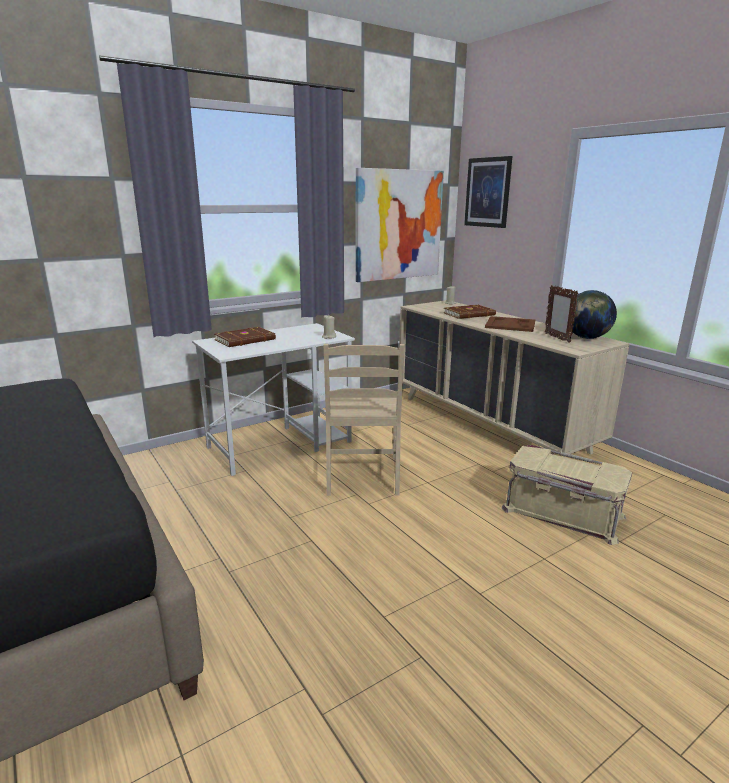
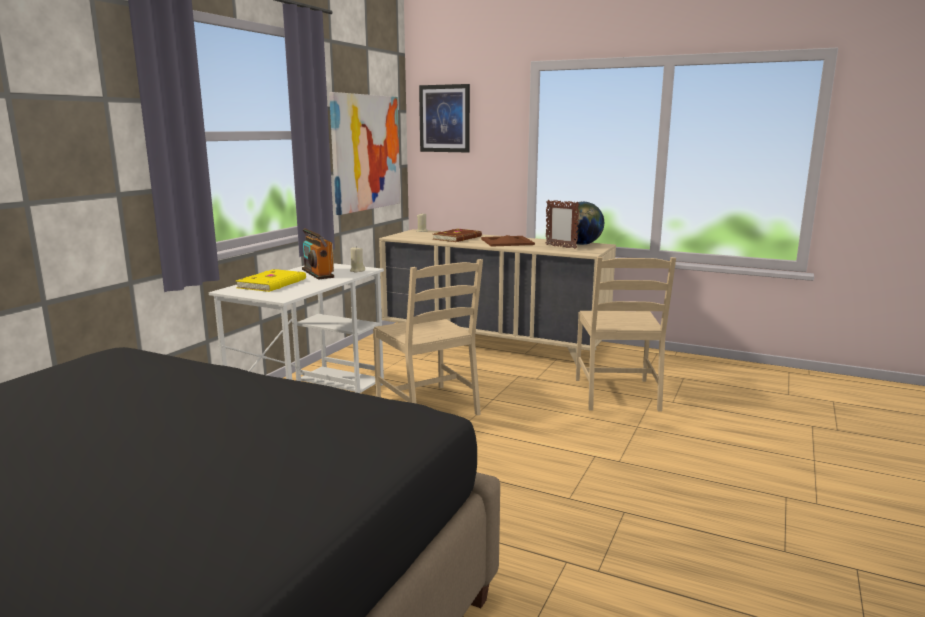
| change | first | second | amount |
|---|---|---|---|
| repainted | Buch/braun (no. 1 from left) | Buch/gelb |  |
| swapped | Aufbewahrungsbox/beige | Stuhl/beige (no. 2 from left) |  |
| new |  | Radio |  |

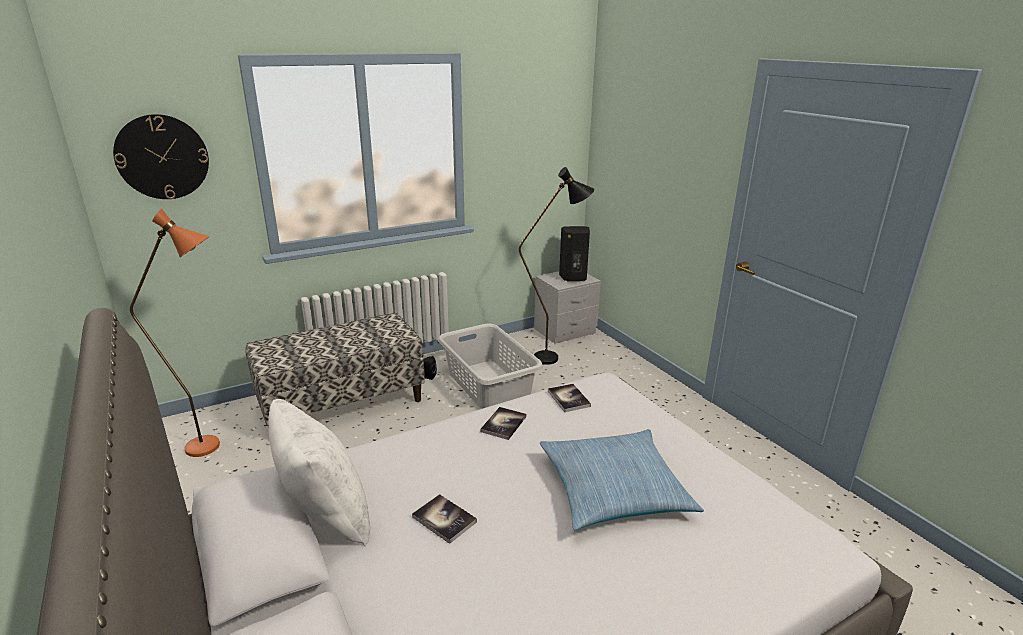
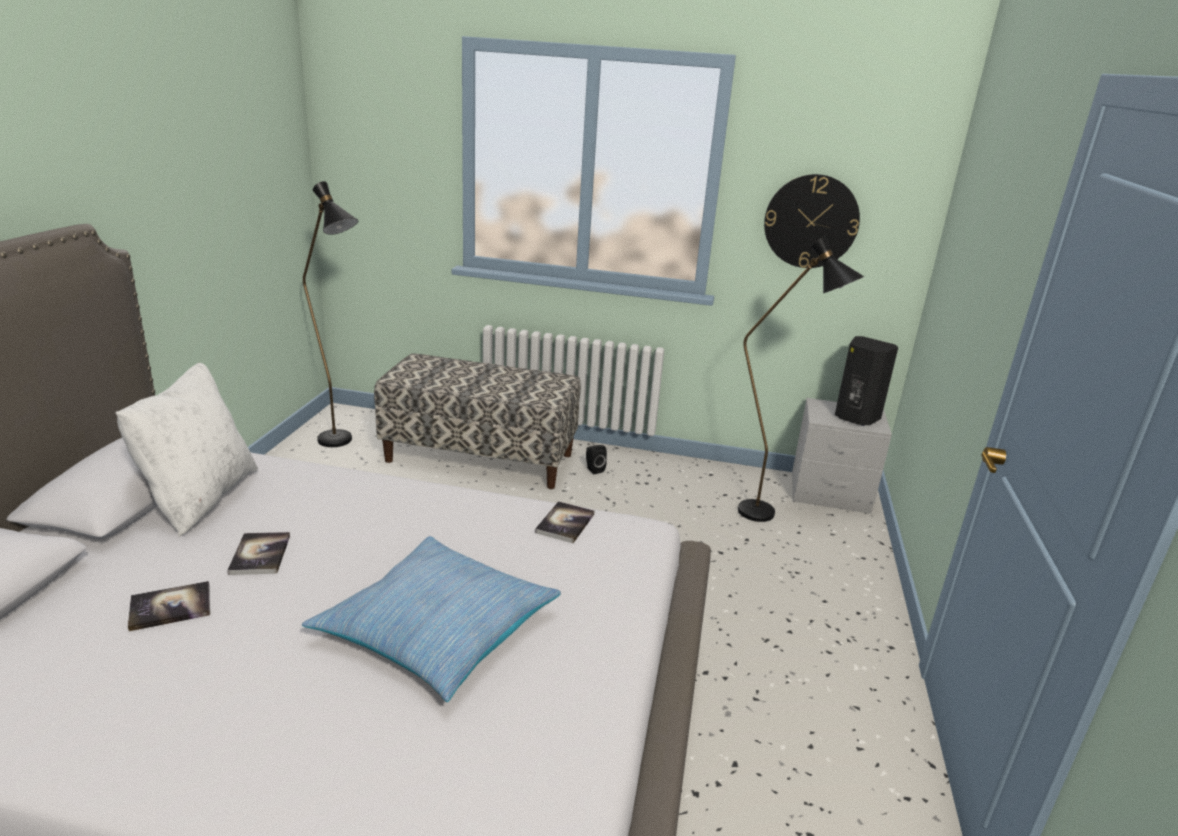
| change | first | second | amount |
|---|---|---|---|
| shifted | Wanduhr |  |  |
| repainted | Stehlampe/orange | Stehlampe/schwarz (no. 1 from left) |  |
| gone | Wäschekorb/grau |  |  |
| shifted | Buch (no. 2 from left in the first image) | Buch (no. 1 from left) |  |

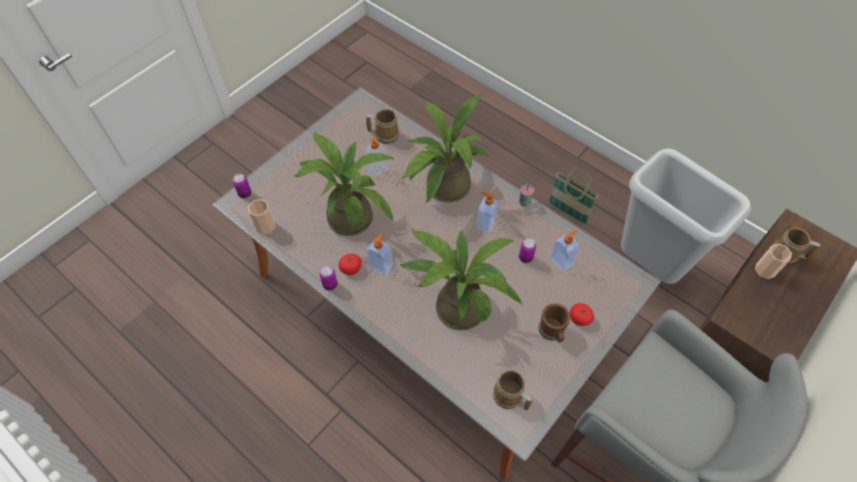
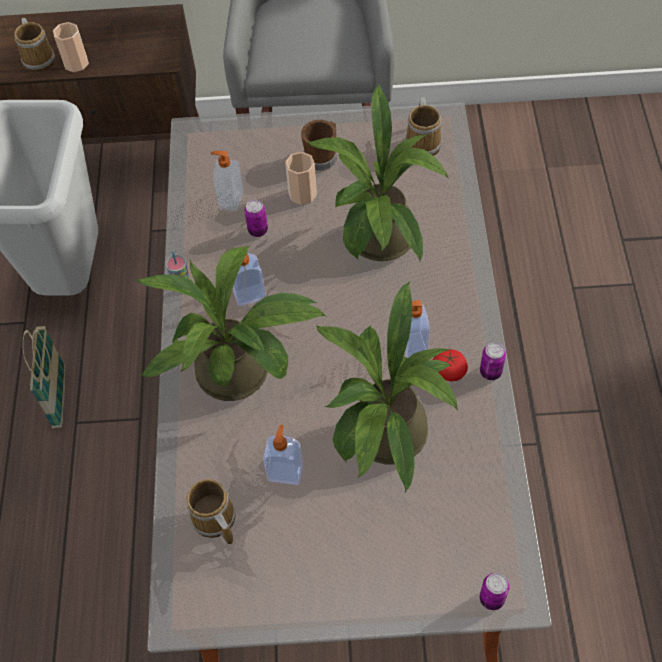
| change | first | second | amount |
|---|---|---|---|
| shifted | Tasse (no. 1 from left in the first image) | Tasse (no. 3 from left) |  |
| gone | Tomate (no. 2 from left) |  |  |

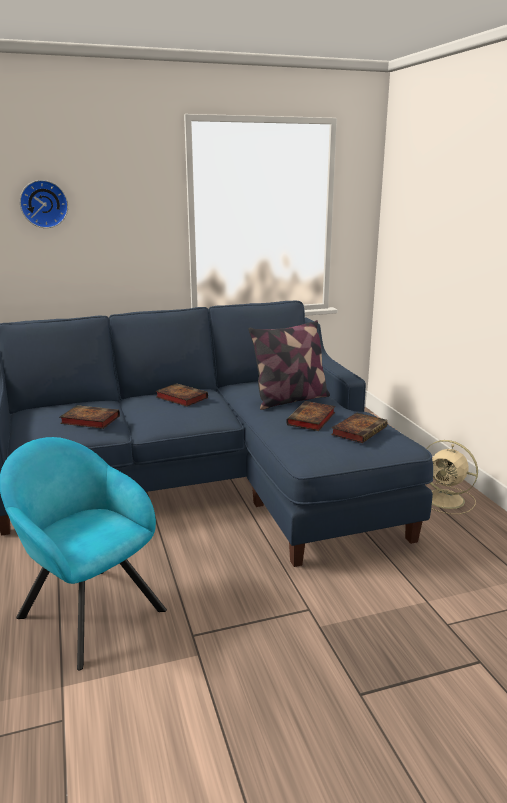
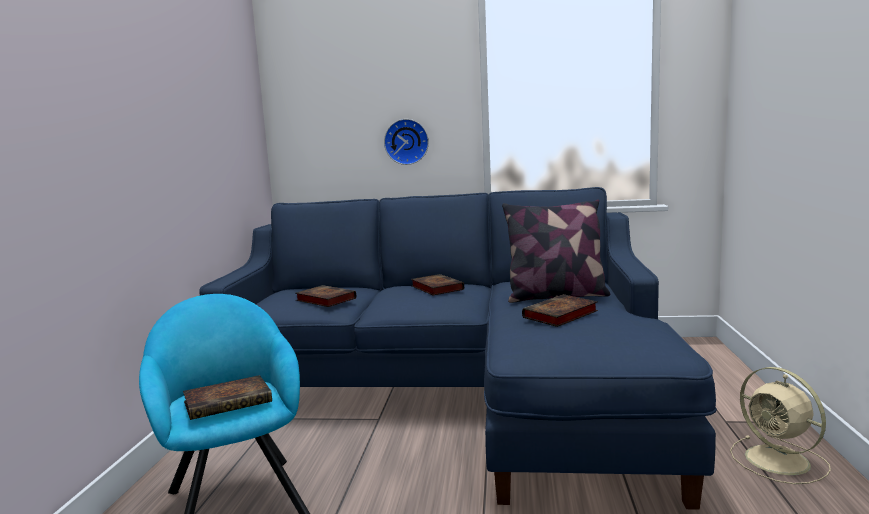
| change | first | second | amount |
|---|---|---|---|
| shifted | Wanduhr |  |  |
| shifted | Buch (no. 4 from left in the first image) | Buch (no. 1 from left) |  |

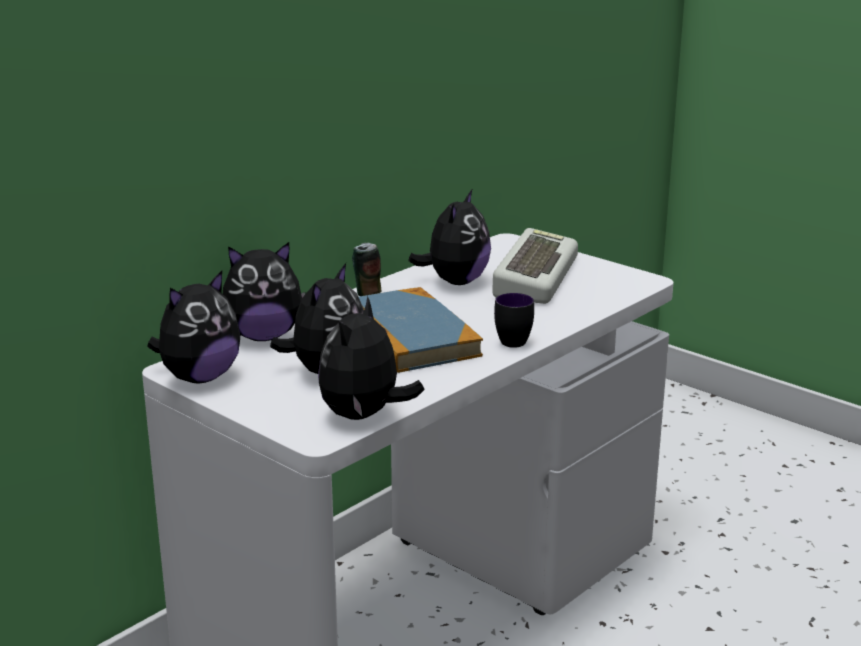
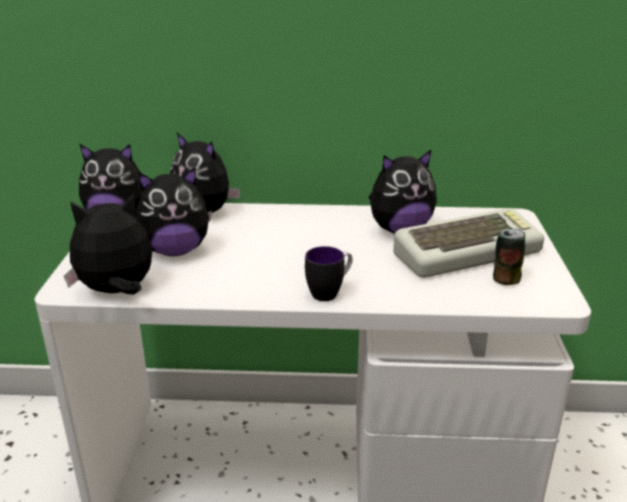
| change | first | second | amount |
|---|---|---|---|
| shifted | Dose |  |  |
| gone | Buch |  |  |

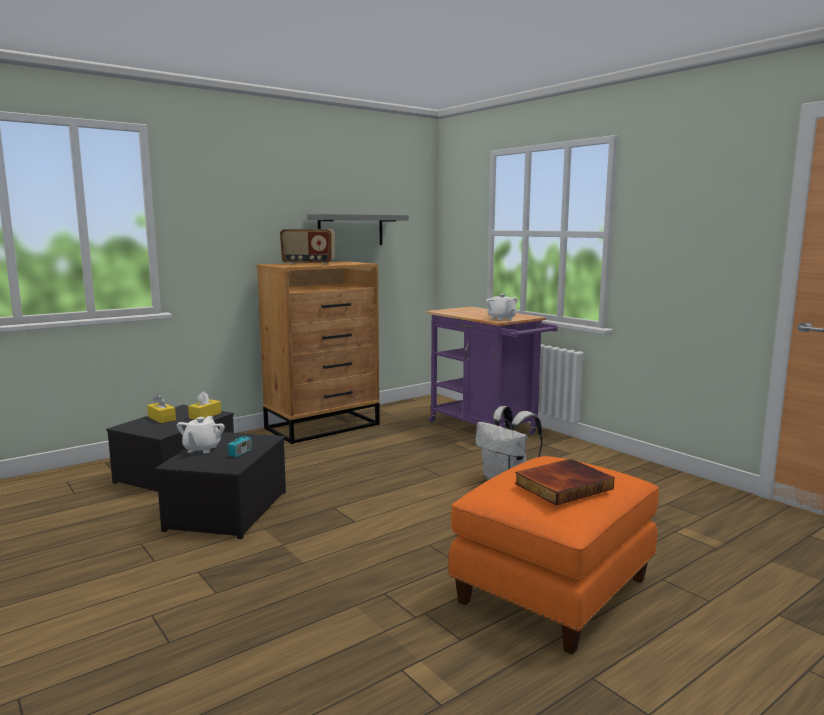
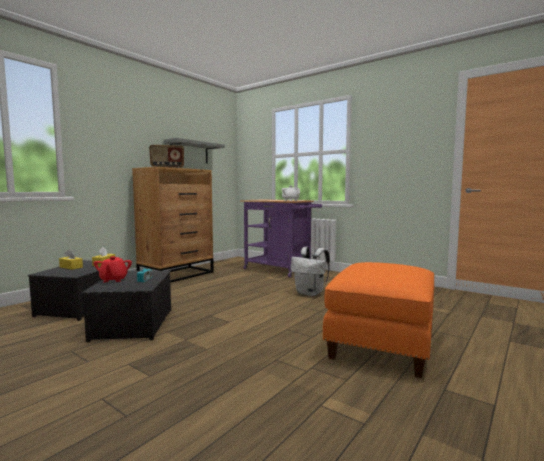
| change | first | second | amount |
|---|---|---|---|
| repainted | Teekanne/weiß (no. 1 from left) | Teekanne/rot |  |
| gone | Buch |  |  |

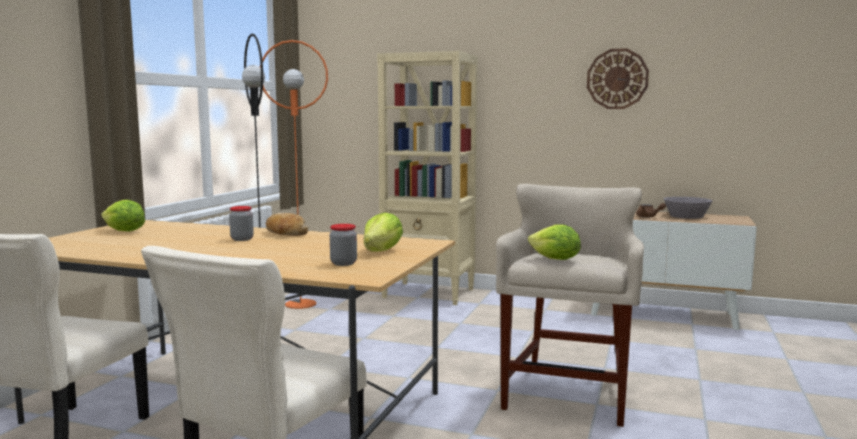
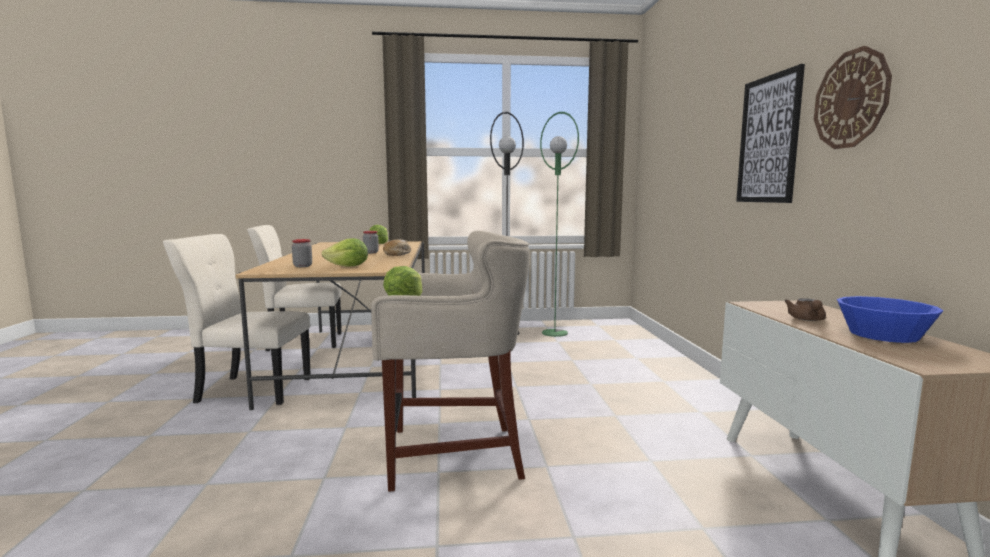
| change | first | second | amount |
|---|---|---|---|
| repainted | Stehlampe/orange | Stehlampe/grün |  |
| gone | Bücherregal/beige |  |  |
| repainted | Schüssel/grau | Schüssel/blau |  |
| new |  | Bild |  |

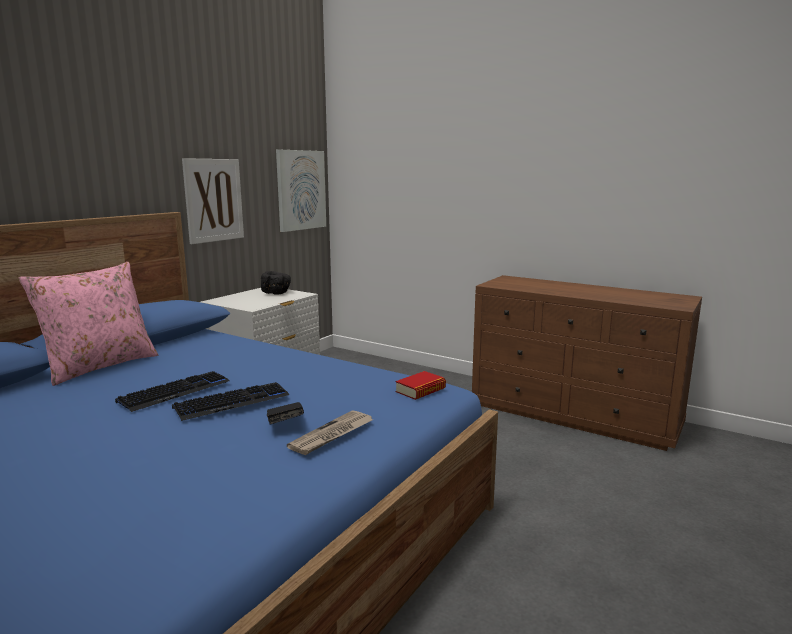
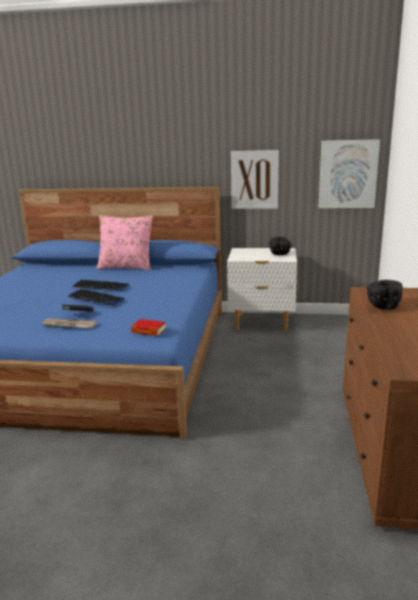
| change | first | second | amount |
|---|---|---|---|
| new |  | Schüssel/schwarz (no. 2 from left) |  |

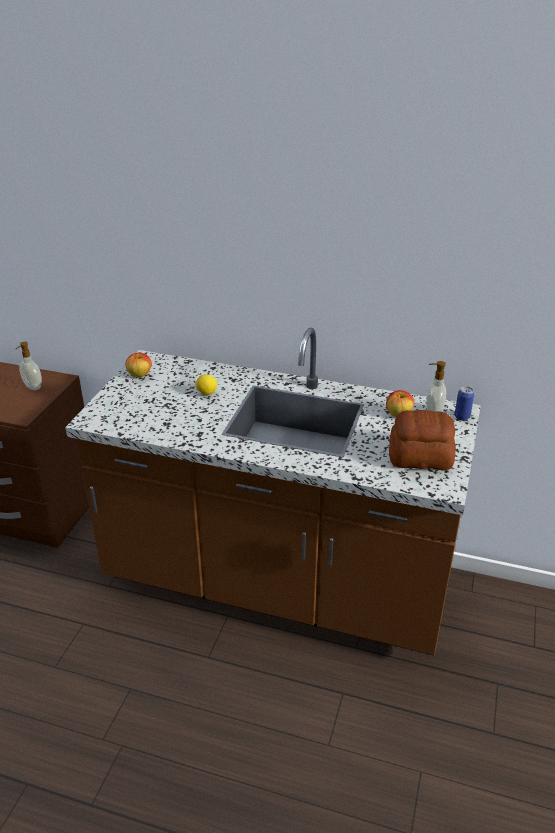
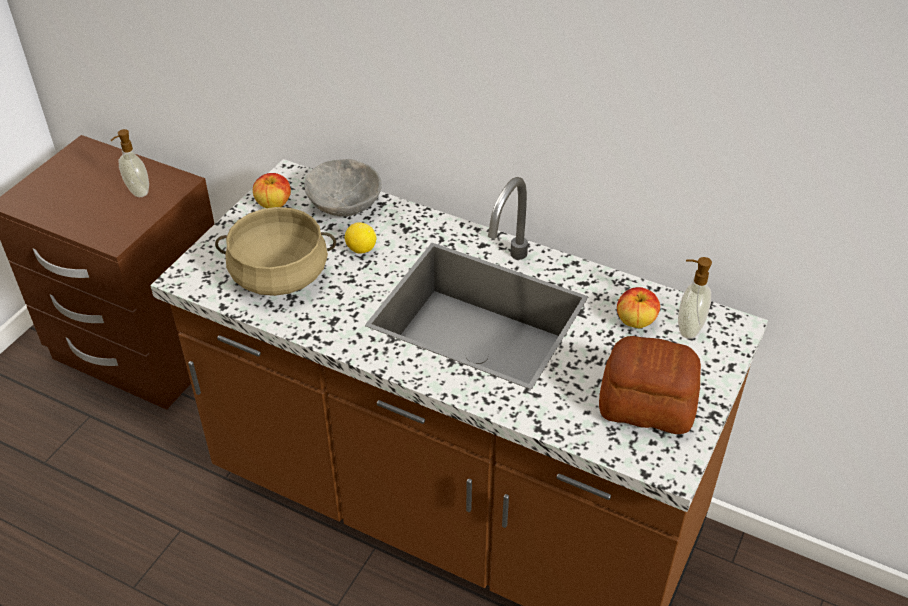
| change | first | second | amount |
|---|---|---|---|
| gone | Dose |  |  |
| new |  | Schüssel/grau |  |
| new |  | Kochtopf/beige |  |

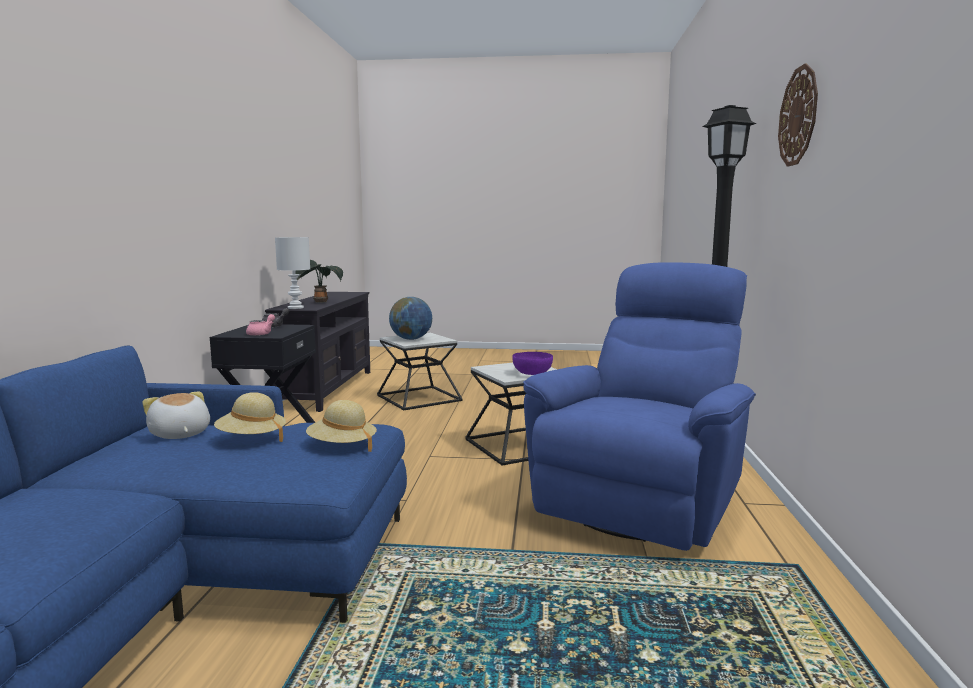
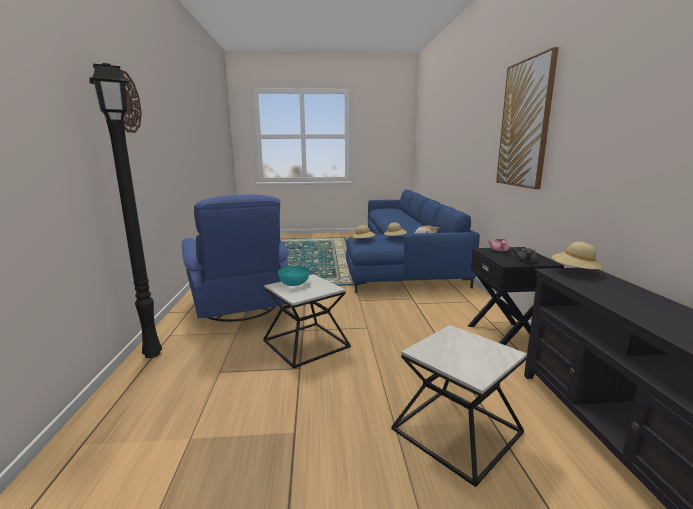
| change | first | second | amount |
|---|---|---|---|
| swapped | Tischlampe/weiß | Hut/beige (no. 3 from left) |  |
| gone | Topfpflanze |  |  |
| rotated | Sessel/blau |  | 45 degrees counterclockwise |
| gone | Globus |  |  |
| repainted | Schüssel/lila | Schüssel/türkis |  |
| new |  | Bild |  |

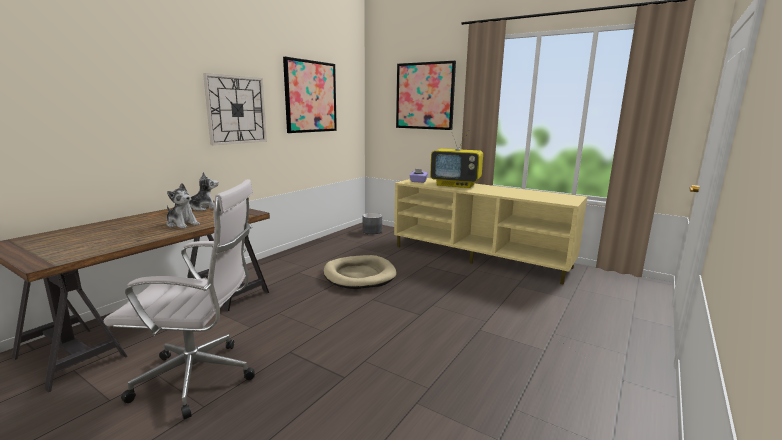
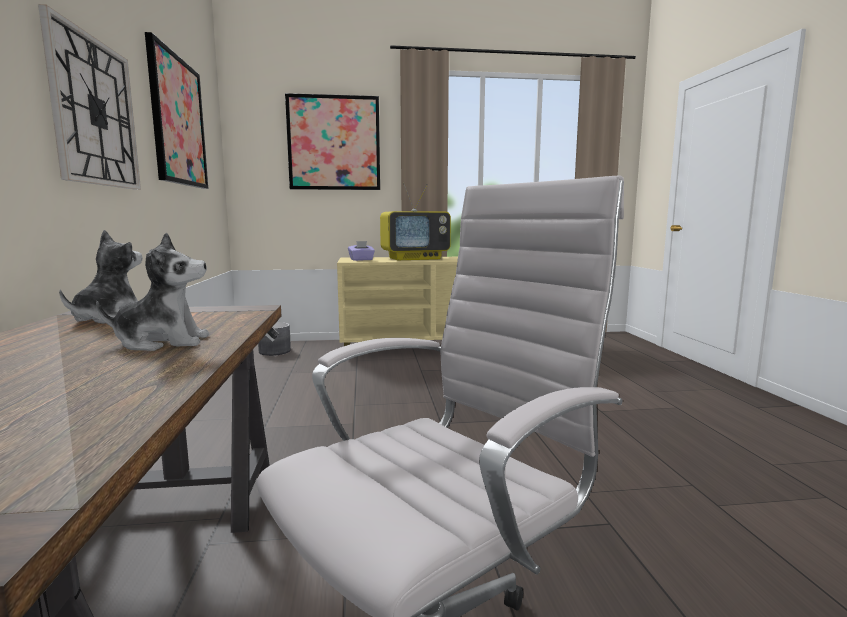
| change | first | second | amount |
|---|---|---|---|
| gone | Hundebett/beige |  |  |

